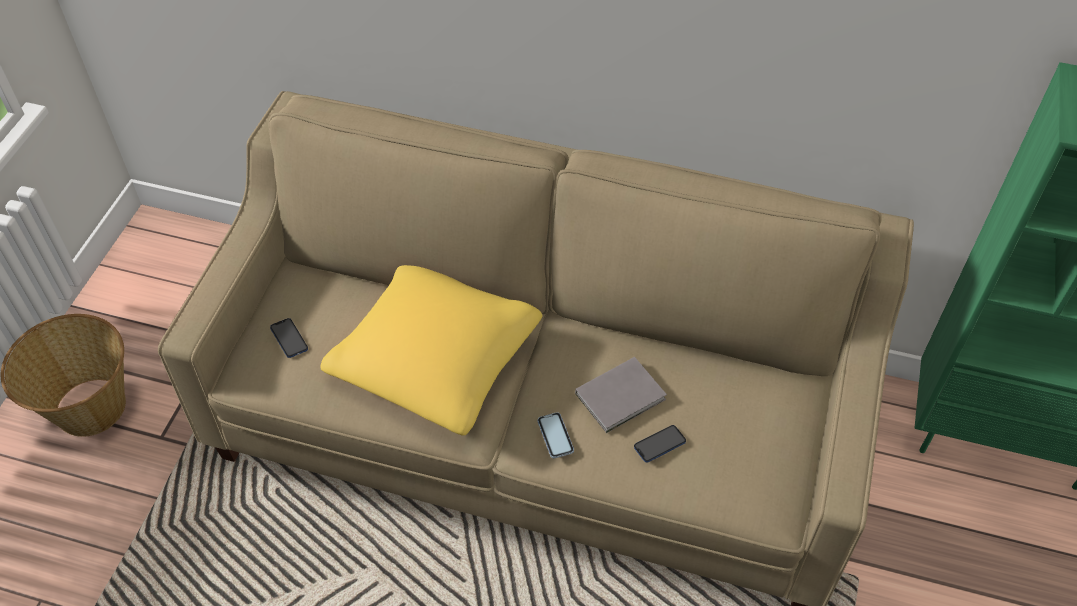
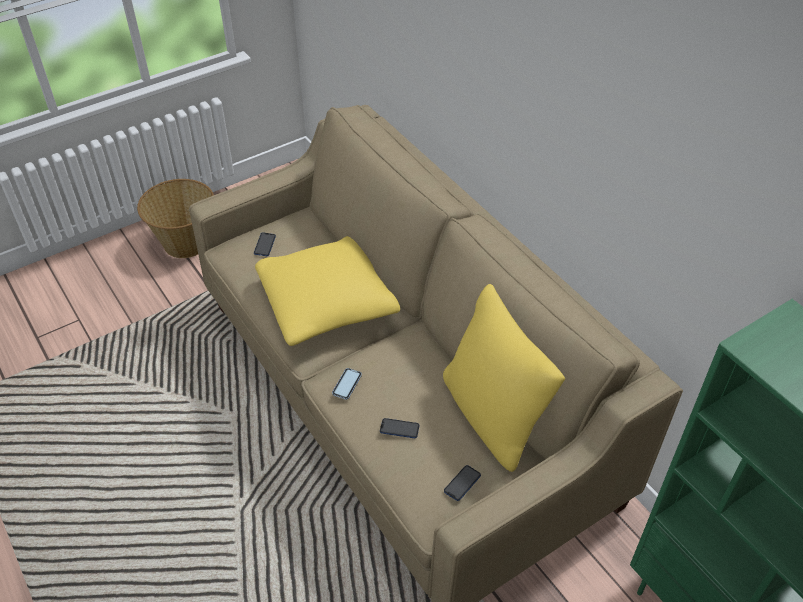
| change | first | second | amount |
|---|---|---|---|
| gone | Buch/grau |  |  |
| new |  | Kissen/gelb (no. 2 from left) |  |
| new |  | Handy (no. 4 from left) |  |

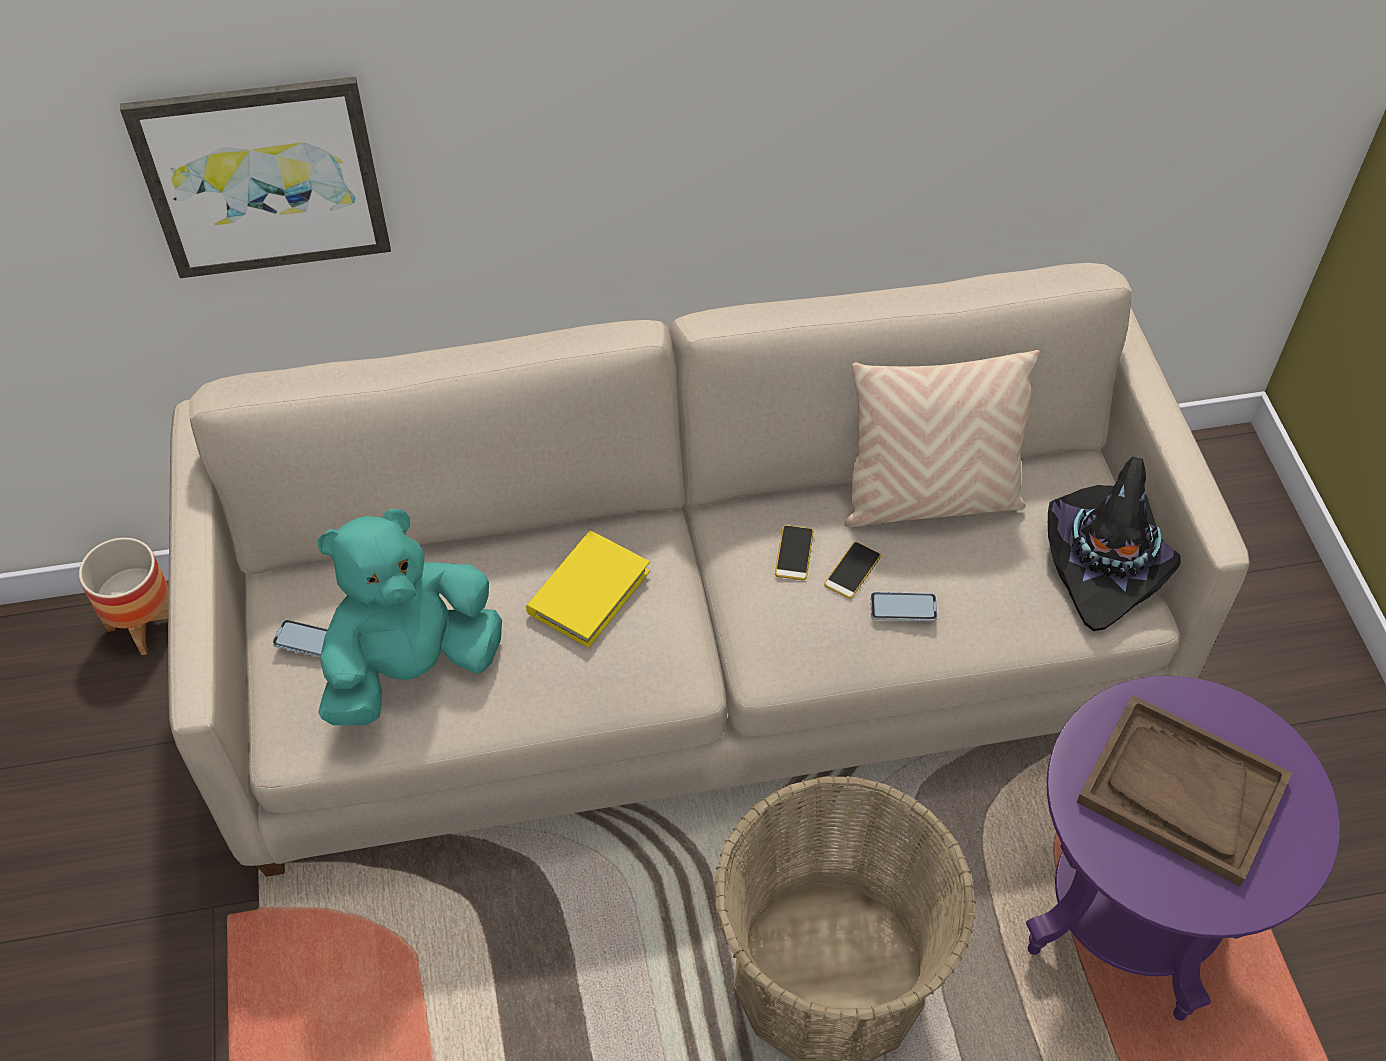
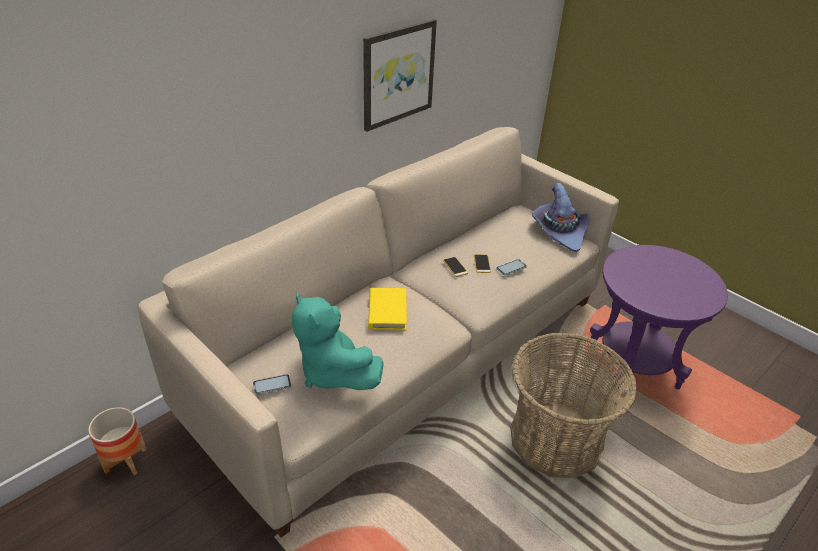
| change | first | second | amount |
|---|---|---|---|
| shifted | Bild |  |  |
| gone | Kissen/beige |  |  |
| repainted | Hut/schwarz | Hut/lila |  |
| rotated | Plüschtier/türkis |  | 60 degrees counterclockwise |
| gone | Tablett/braun |  |  |

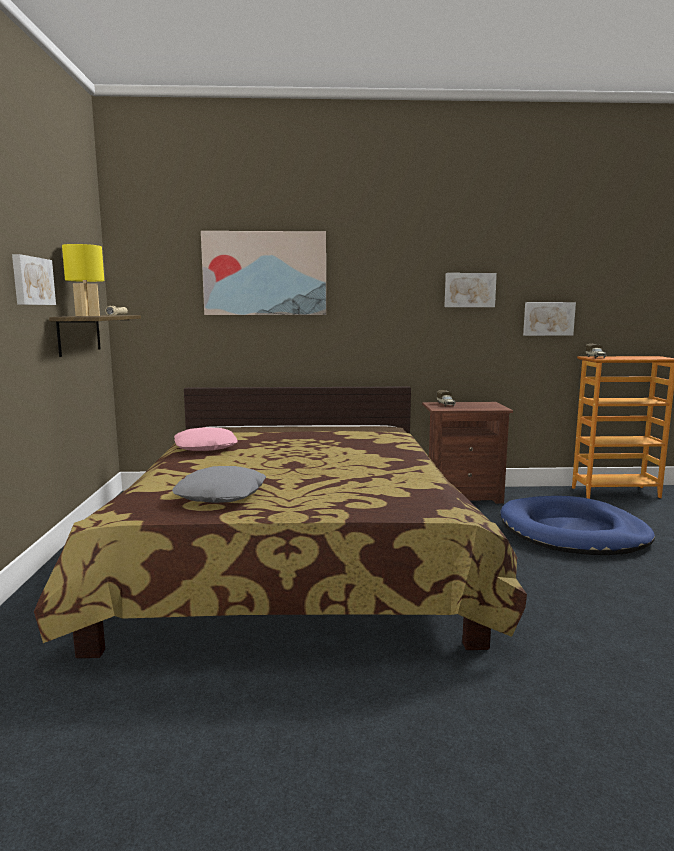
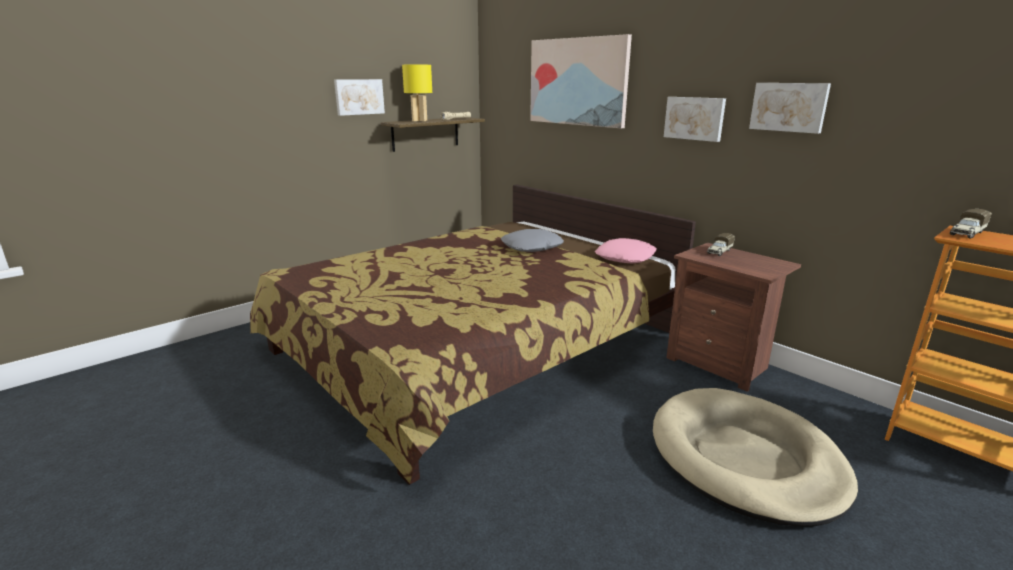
| change | first | second | amount |
|---|---|---|---|
| shifted | Bild (no. 4 from left in the first image) | Bild (no. 3 from left) |  |
| shifted | Kissen/rosa |  |  |
| shifted | Kissen/grau |  |  |
| repainted | Hundebett/blau | Hundebett/beige |  |

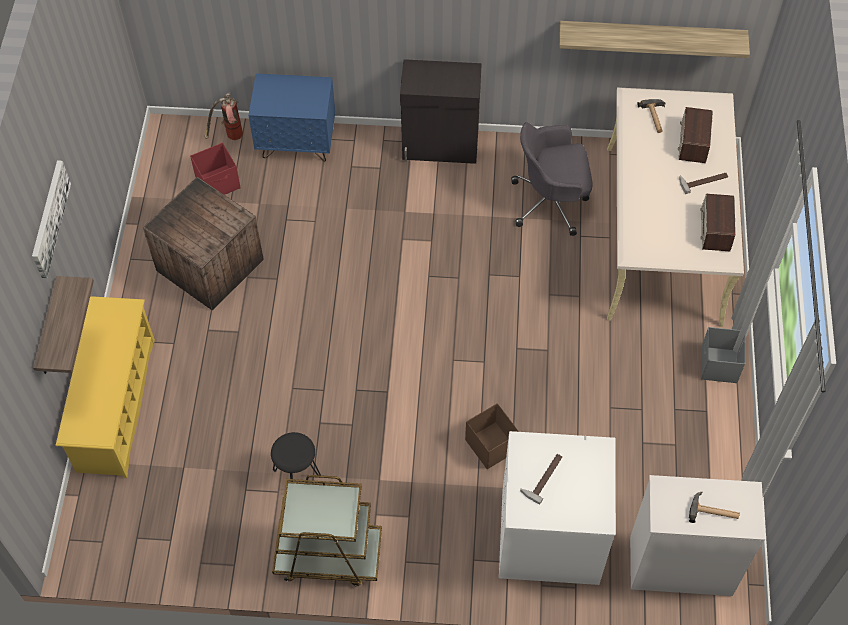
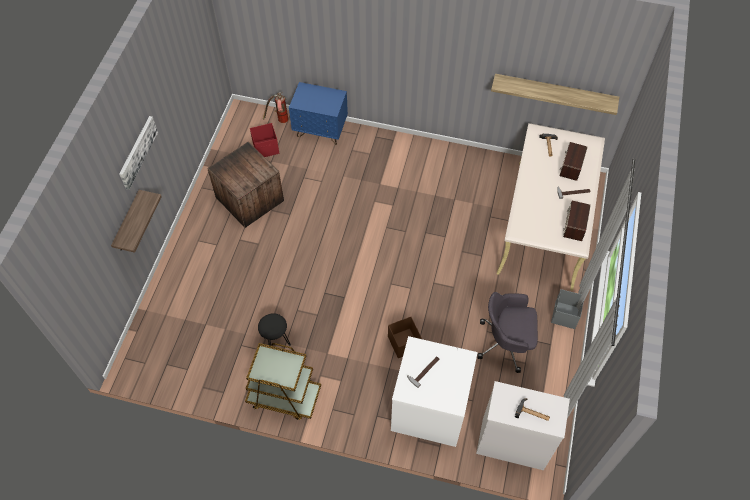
| change | first | second | amount |
|---|---|---|---|
| gone | Schrank/schwarz |  |  |
| shifted | Bürostuhl/grau |  |  |
| gone | Schuhregal/gelb |  |  |

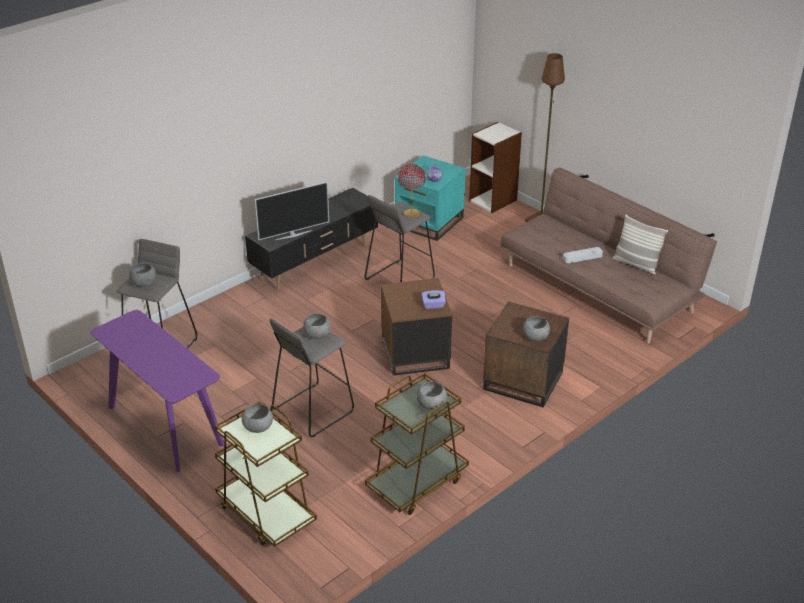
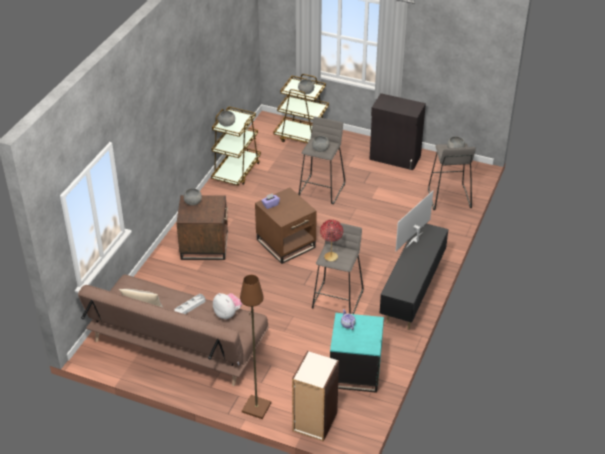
| change | first | second | amount |
|---|---|---|---|
| swapped | Konsolentisch/lila | Schrank/schwarz |  |
| new |  | Plüschtier |  |

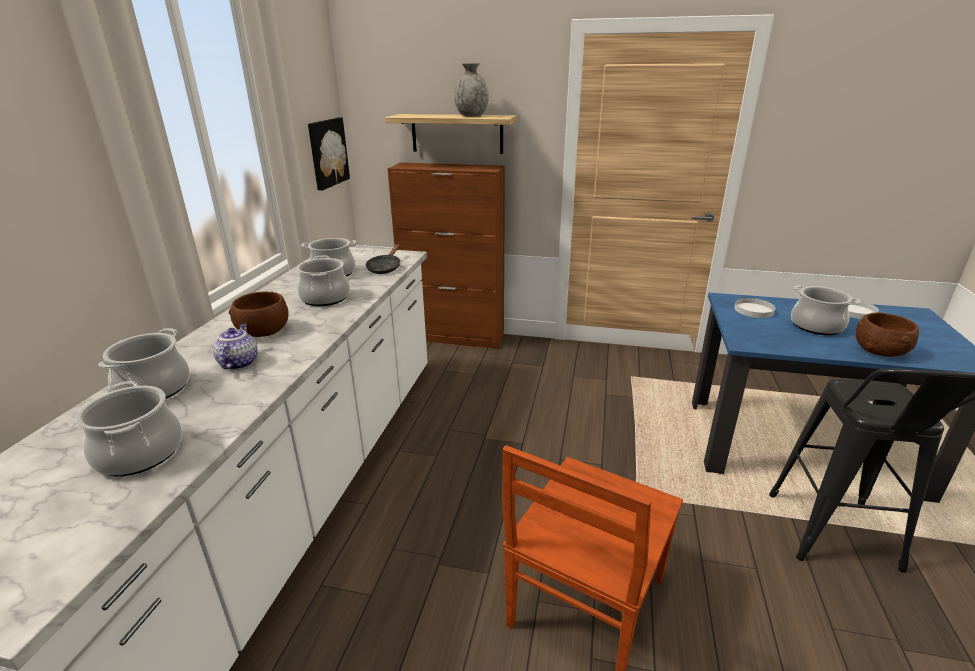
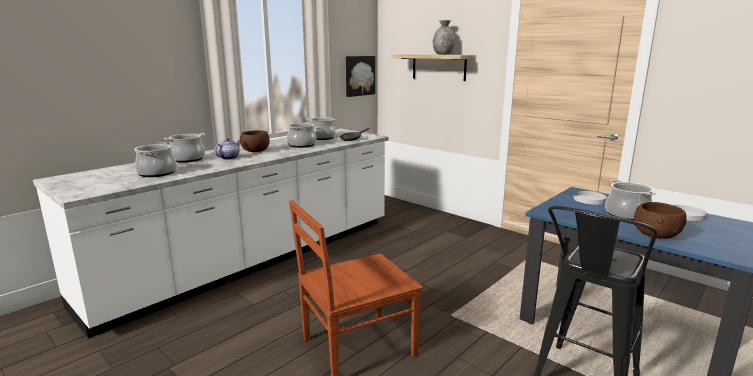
| change | first | second | amount |
|---|---|---|---|
| gone | Schrank/braun |  |  |

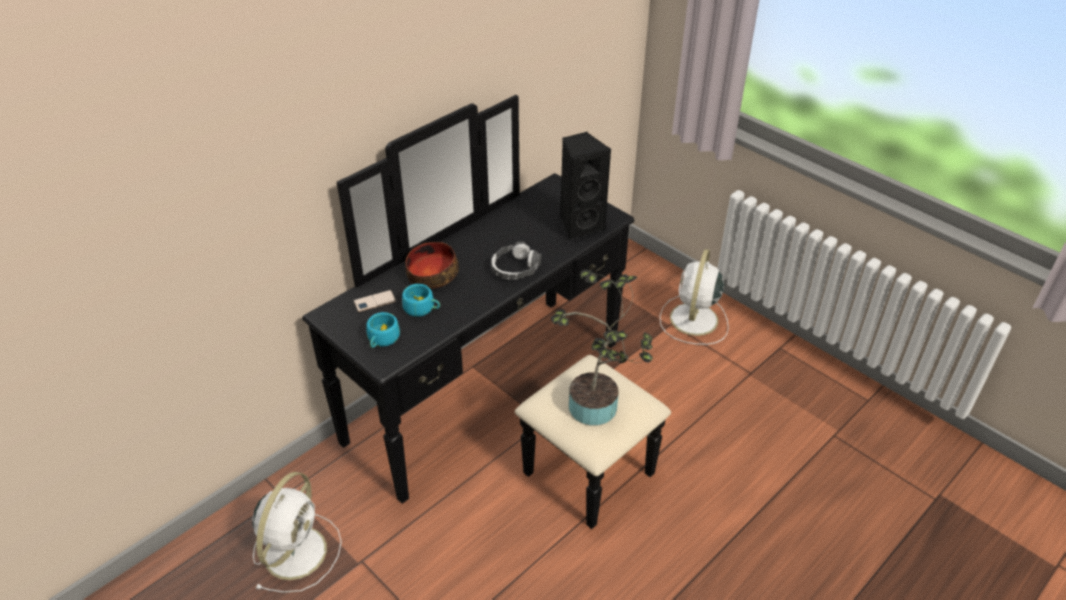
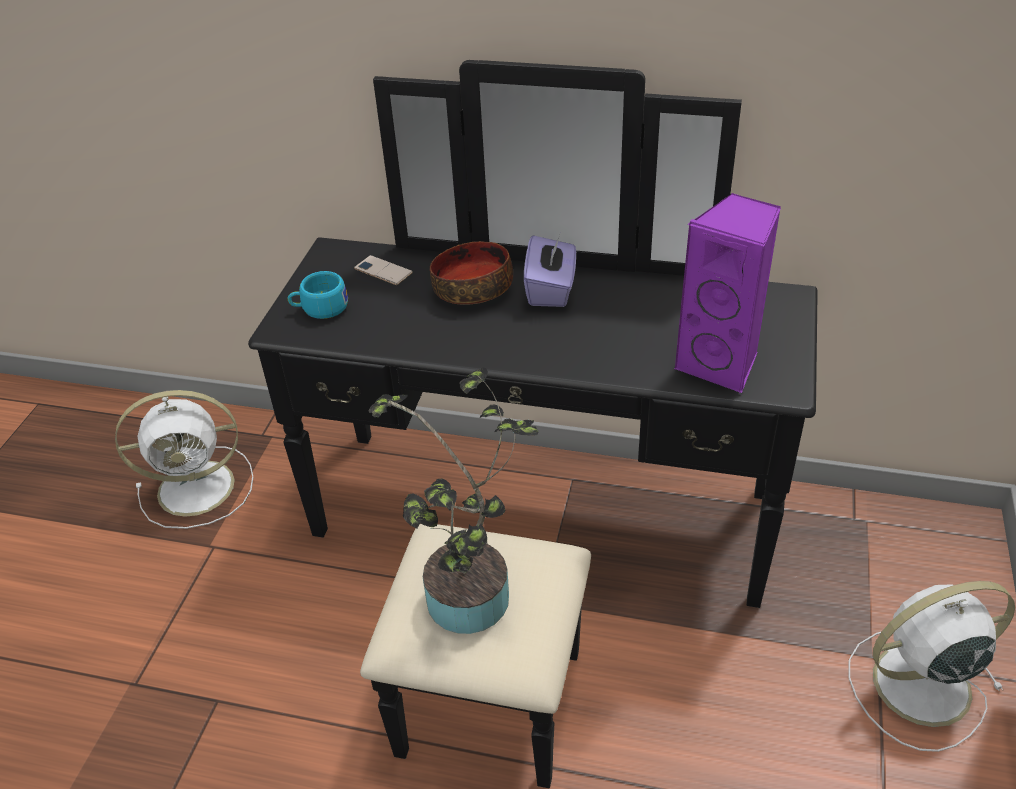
| change | first | second | amount |
|---|---|---|---|
| repainted | Lautsprecher/schwarz | Lautsprecher/lila |  |
| gone | Kopfhörer |  |  |
| gone | Tasse/türkis (no. 2 from left) |  |  |
| new |  | Taschentuchbox/lila |  |

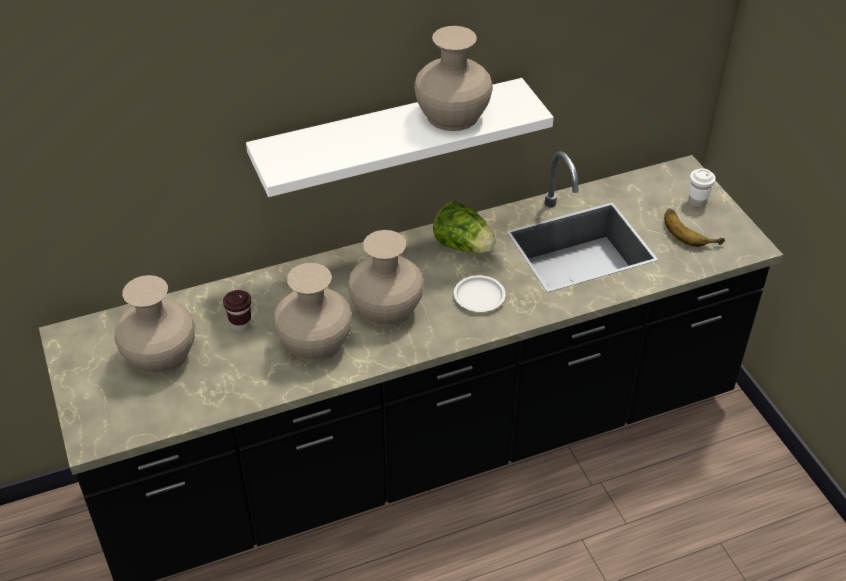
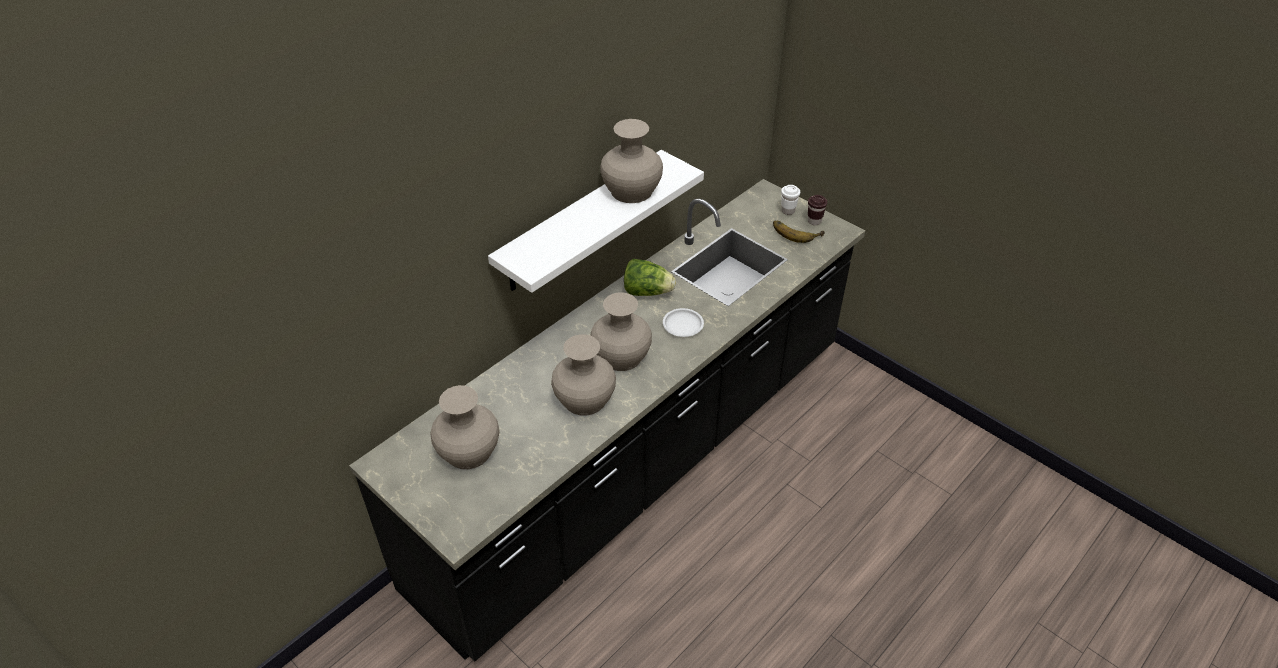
| change | first | second | amount |
|---|---|---|---|
| shifted | Tasse/braun |  |  |

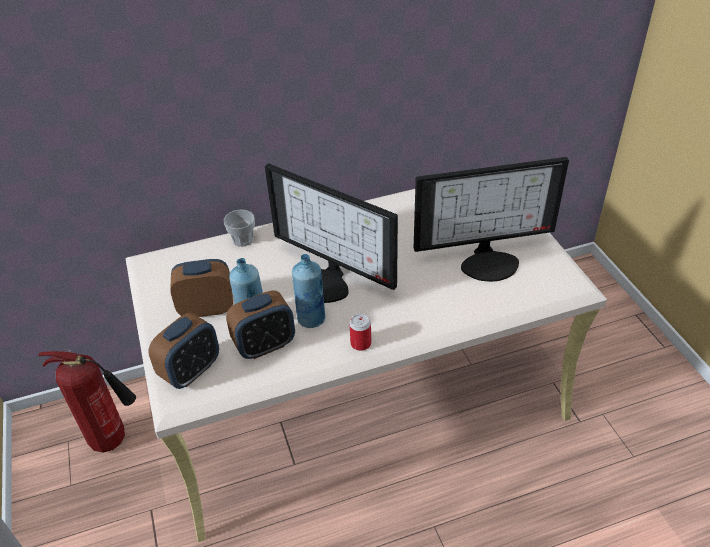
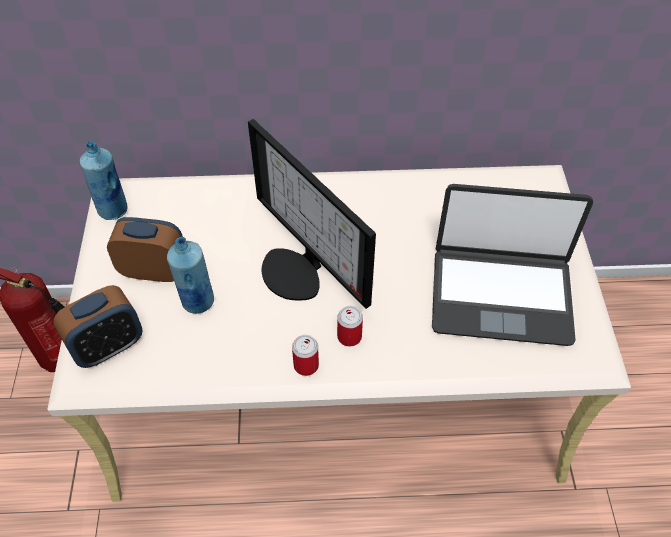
| change | first | second | amount |
|---|---|---|---|
| swapped | Monitor (no. 2 from left) | Laptop |  |
| gone | Tasse |  |  |
| shifted | Flasche/blau (no. 2 from left in the first image) | Flasche/blau (no. 1 from left) |  |
| gone | Wecker (no. 3 from left) |  |  |
| new |  | Dose (no. 2 from left) |  |

